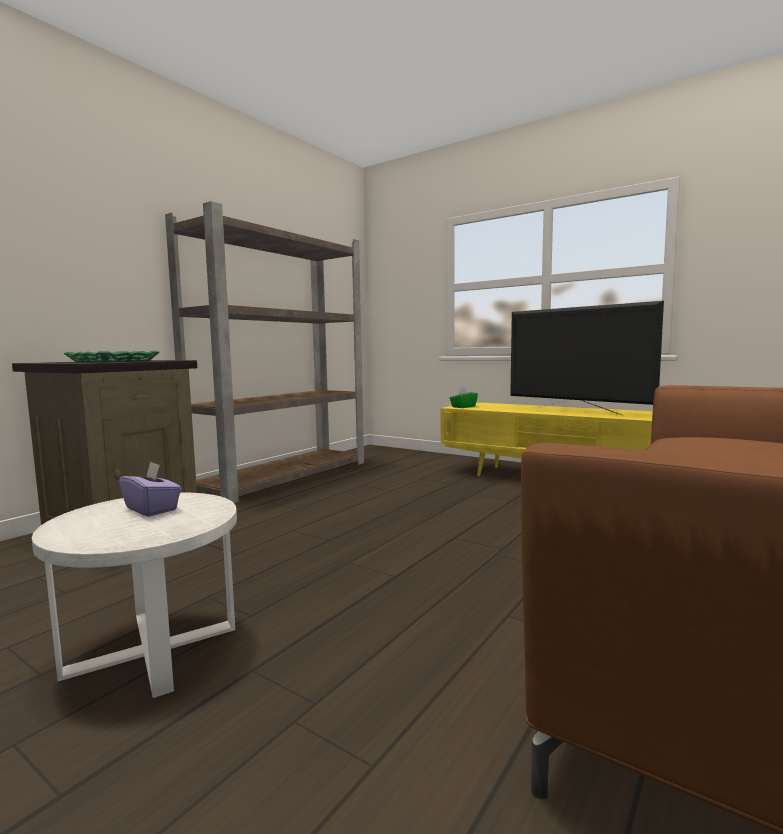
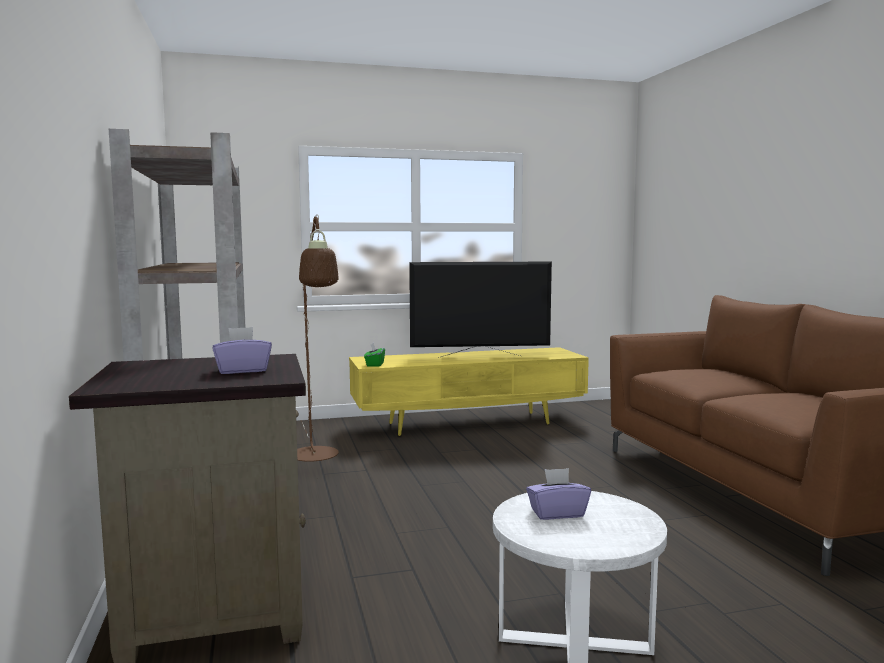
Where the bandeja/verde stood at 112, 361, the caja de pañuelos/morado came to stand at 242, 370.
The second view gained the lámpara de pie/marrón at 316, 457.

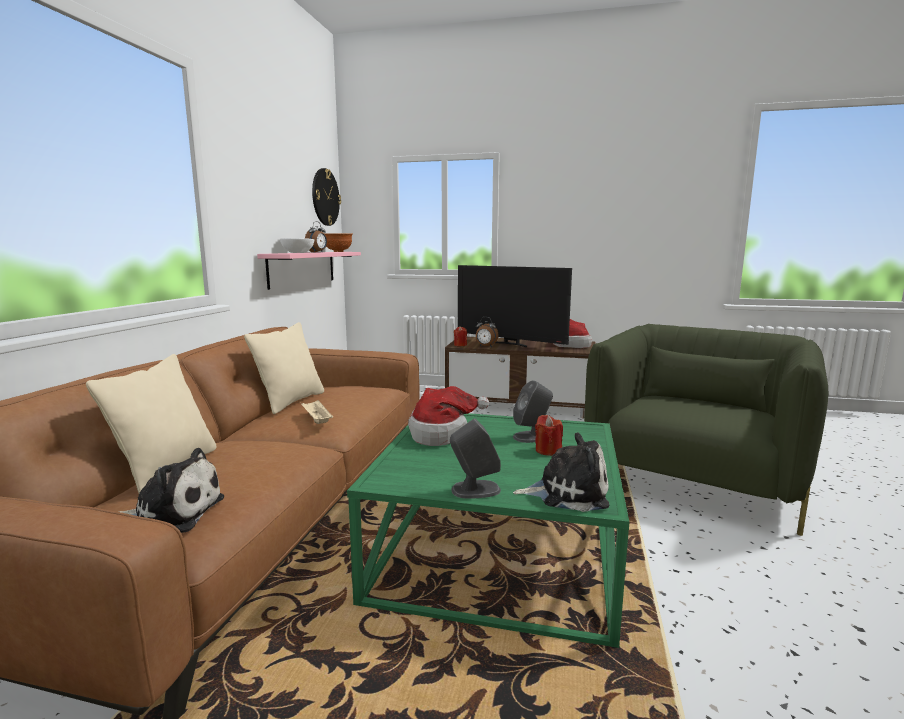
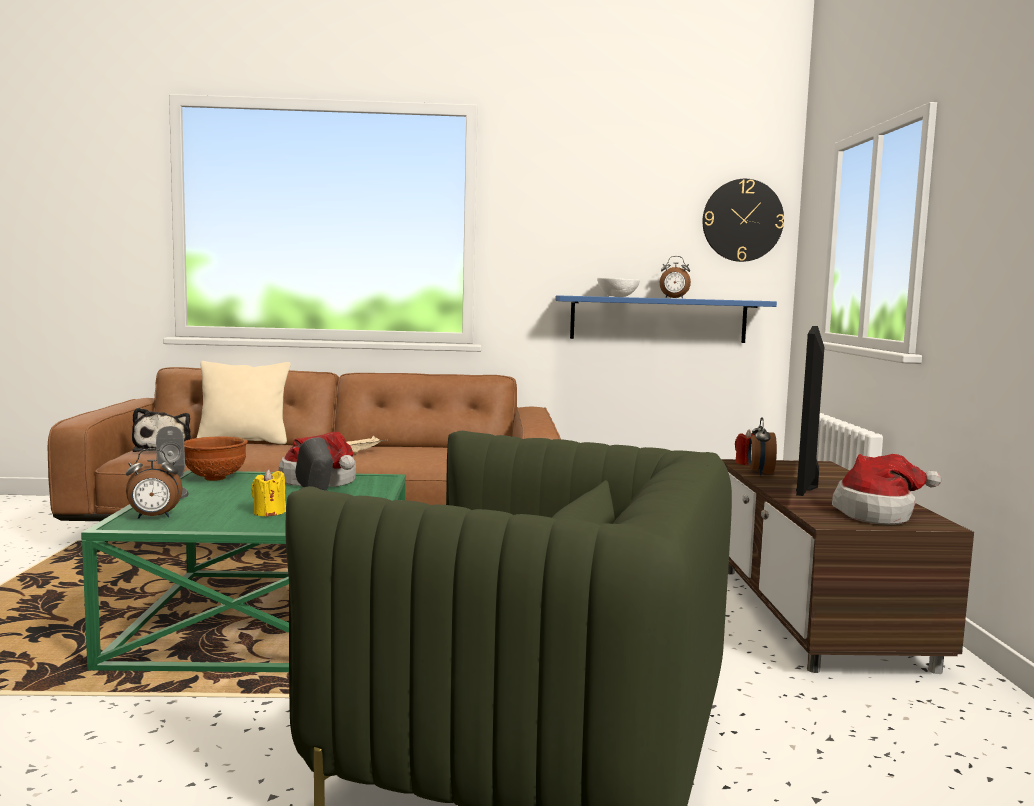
The cuenco/marrón ended up elsewhere, having gone from 338, 251 to 214, 478.
What was the estante/rosa at 302, 268 turned into the estante/azul at 658, 319.
The second view lost the cojín/beis at 290, 401.
What was the vela/rojo at 548, 450 turned into the vela/amarillo at 269, 513.
Where the peluche stood at 567, 492, the despertador came to stand at 153, 517.

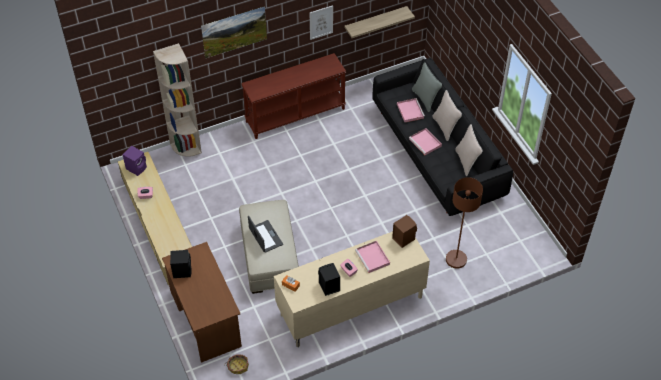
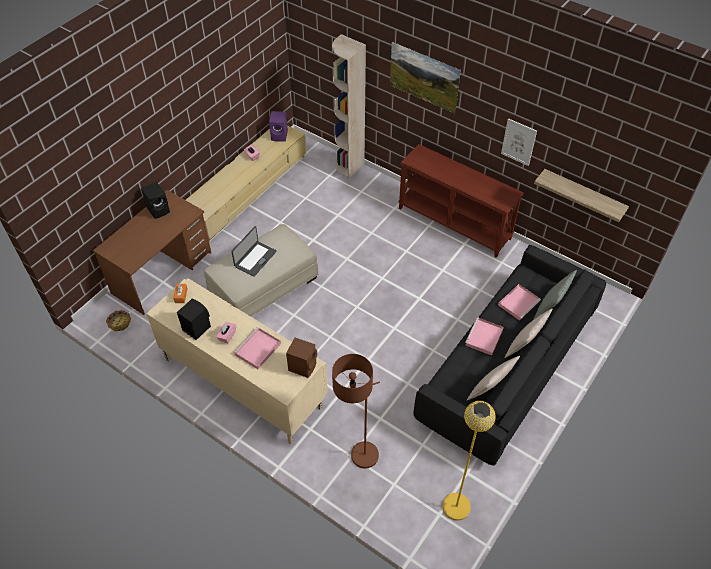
The second view gained the lámpara de pie/amarillo at 456, 507.

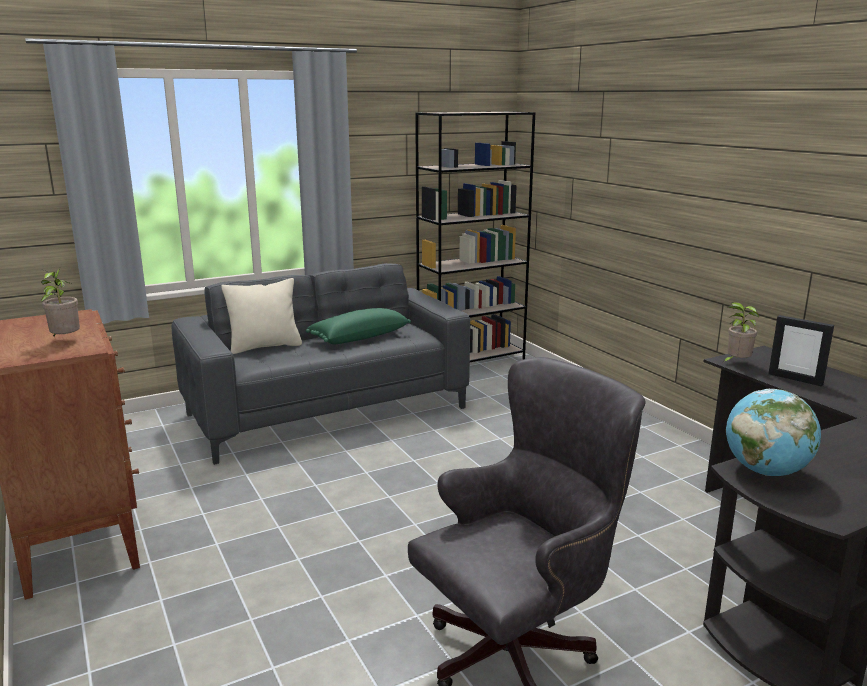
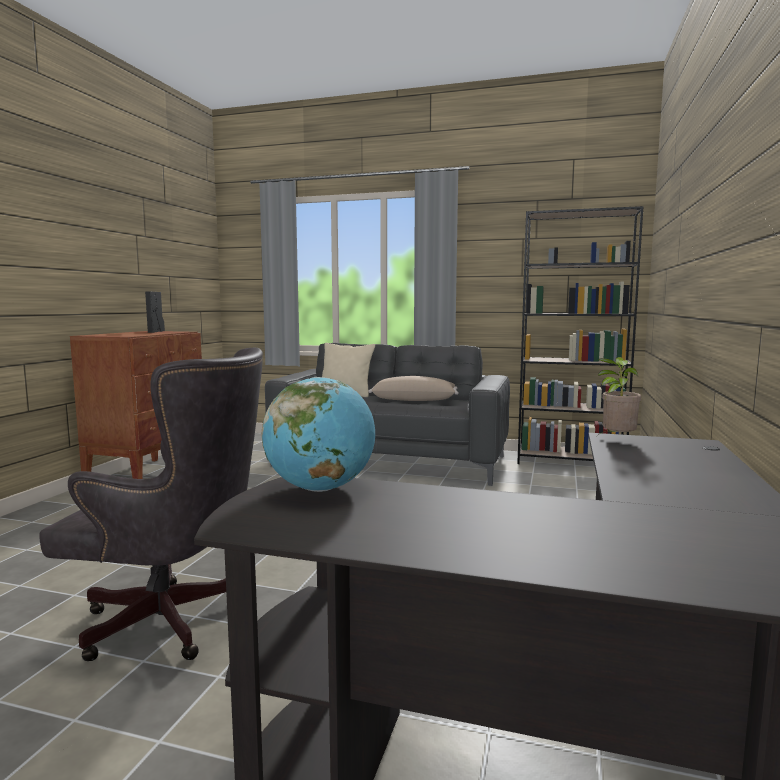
The second view lost the planta en maceta at 65, 340.
What was the cojín/verde at 358, 337 turned into the cojín/beis at 414, 400.
The portarretratos ended up elsewhere, having gone from 795, 379 to 156, 331.

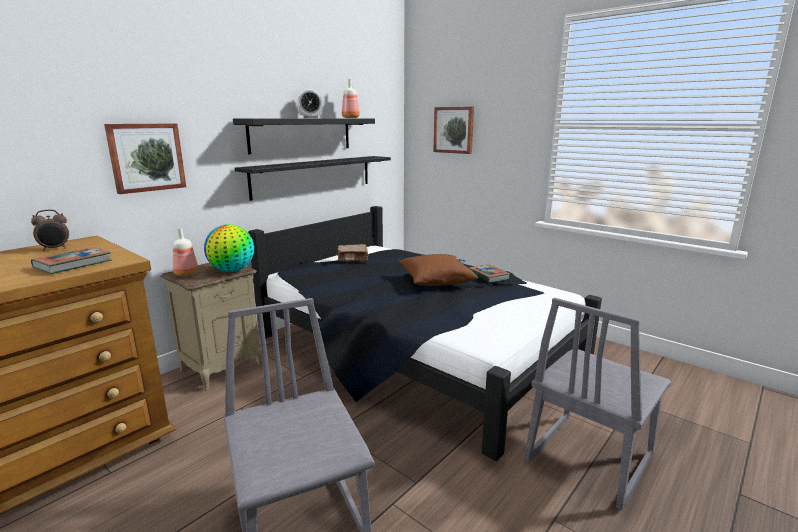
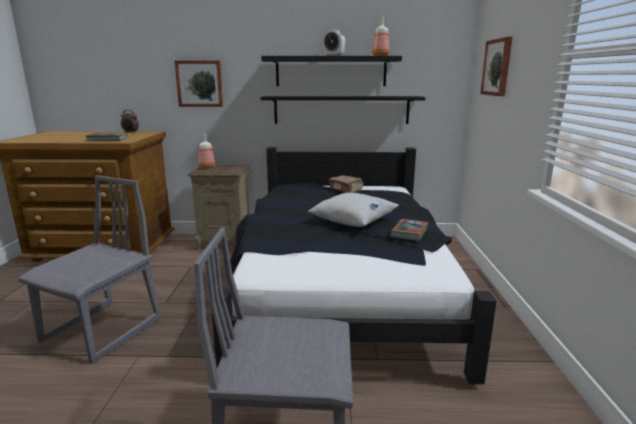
The second view lost the globo terráqueo at 232, 270.
What was the cojín/marrón at 436, 281 turned into the cojín/gris at 353, 221.

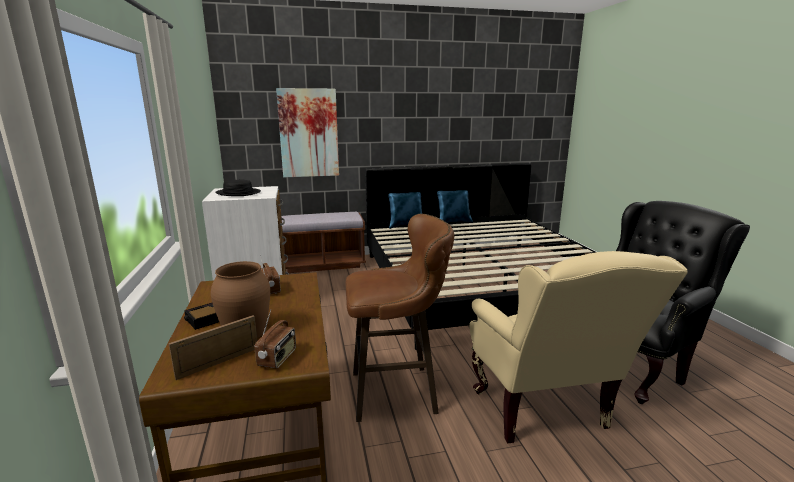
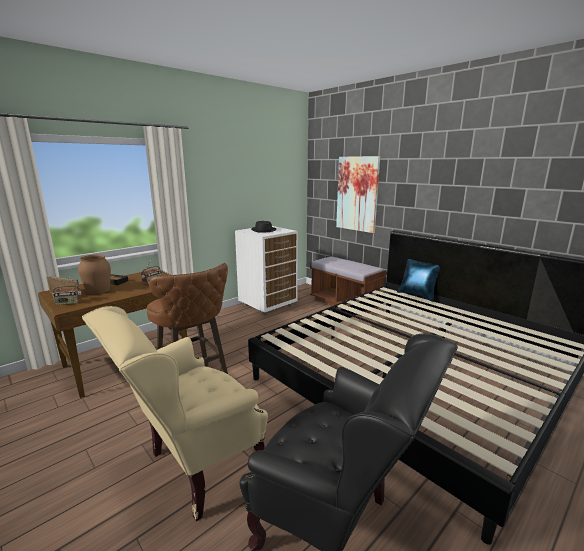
The second view lost the cojín/azul at 453, 223.

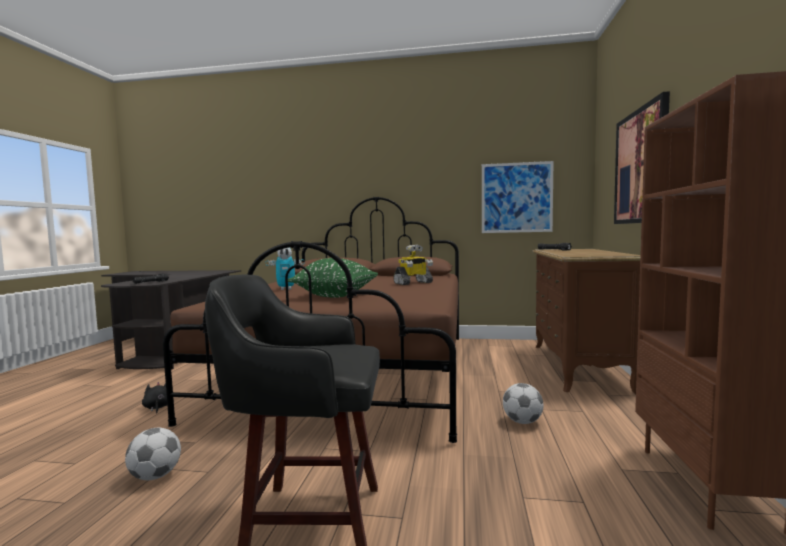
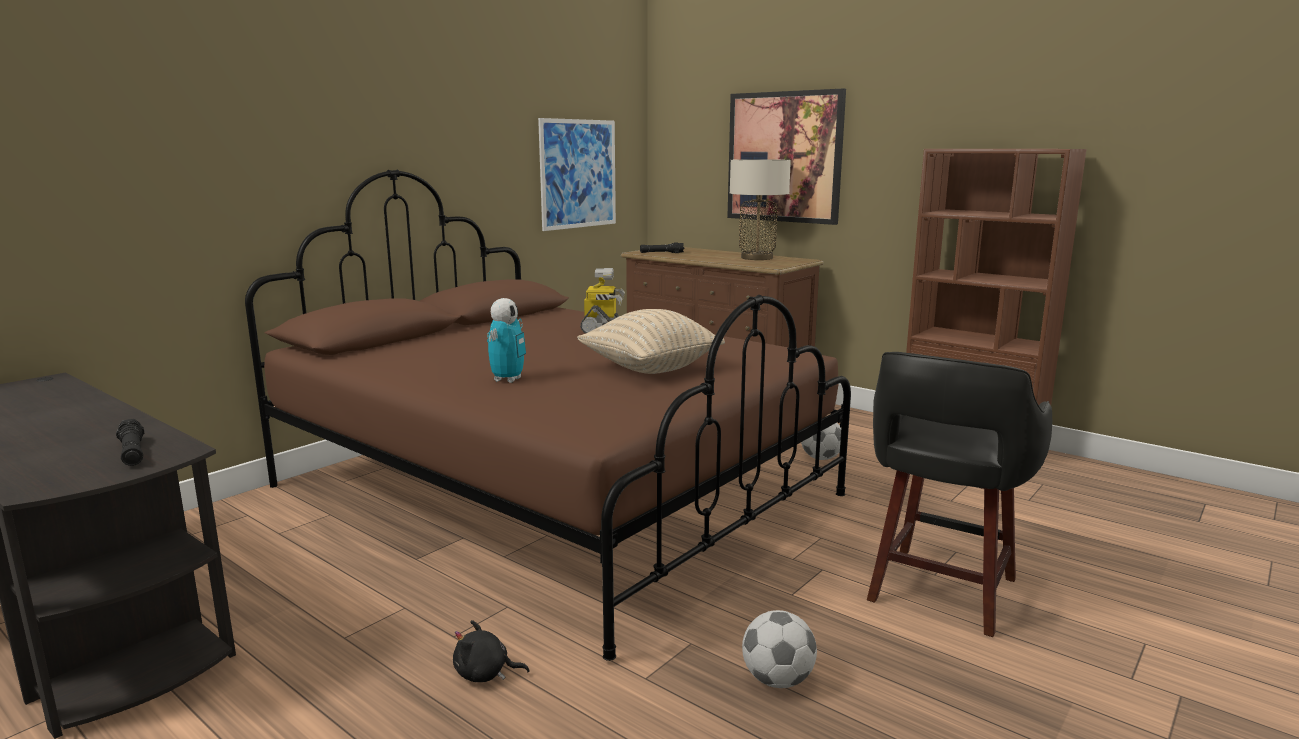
What was the cojín/verde at 335, 296 turned into the cojín/beis at 650, 369.
The second view gained the lámpara de mesa at 757, 258.

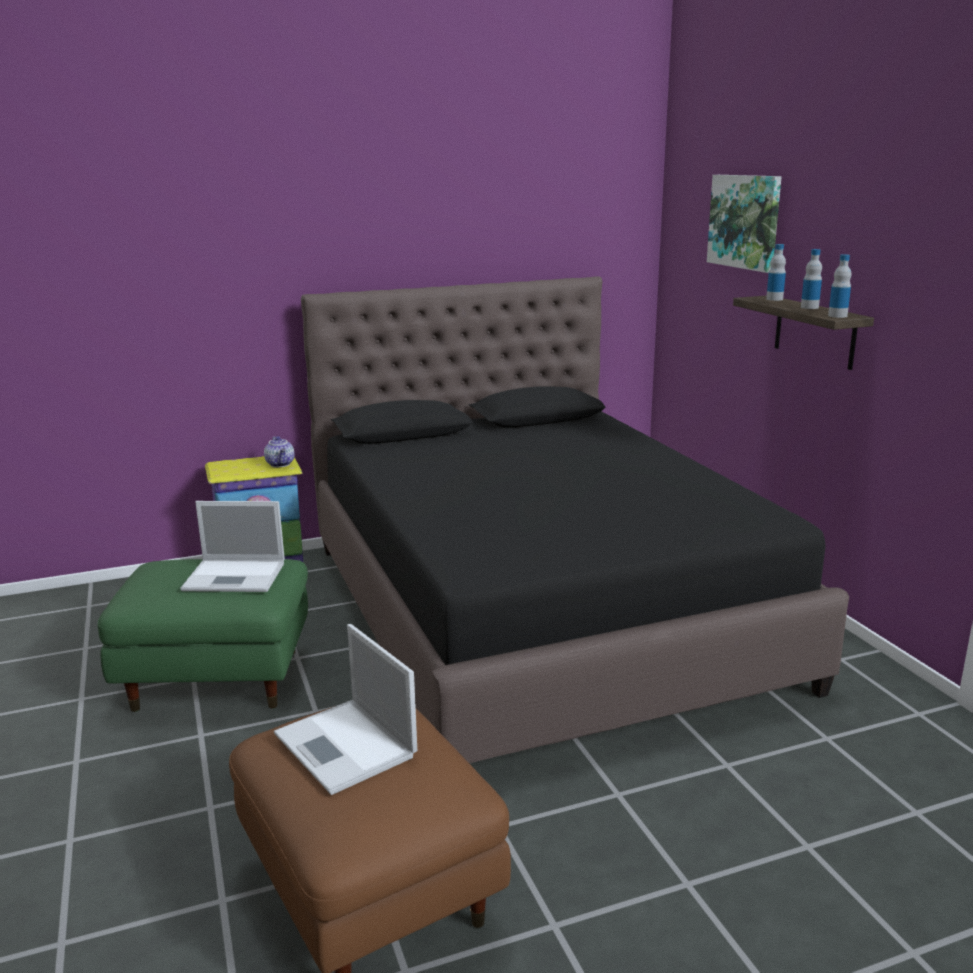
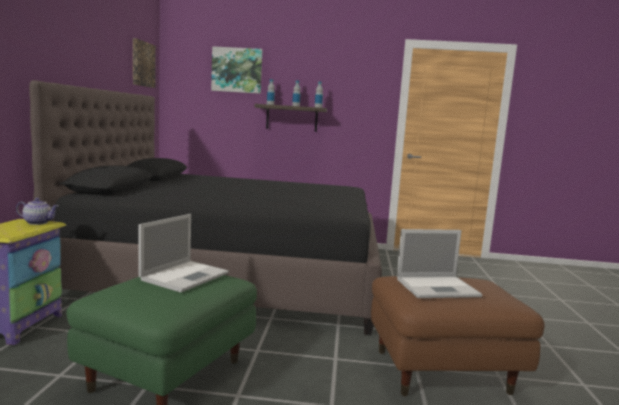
The second view gained the cuadro at 142, 64.

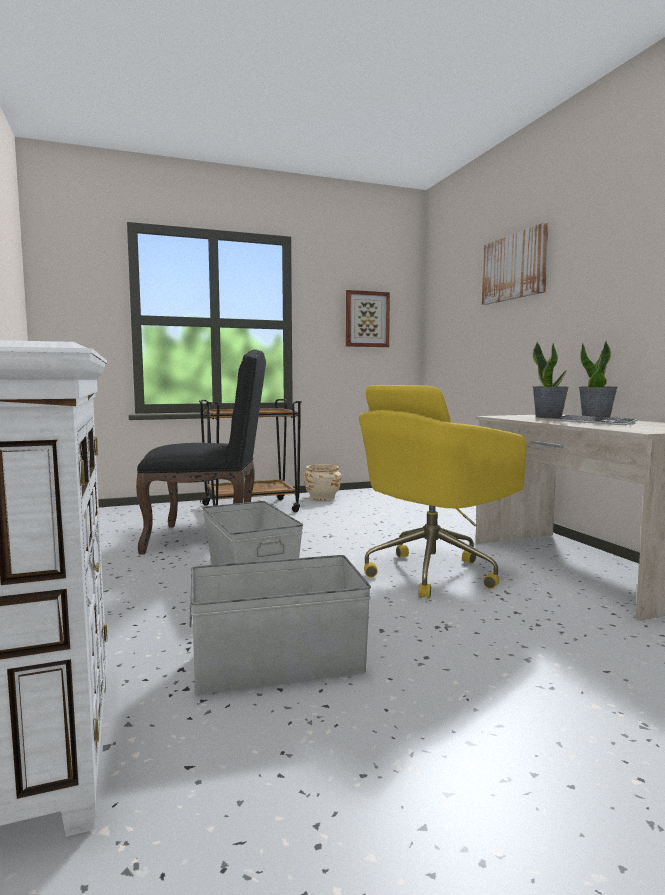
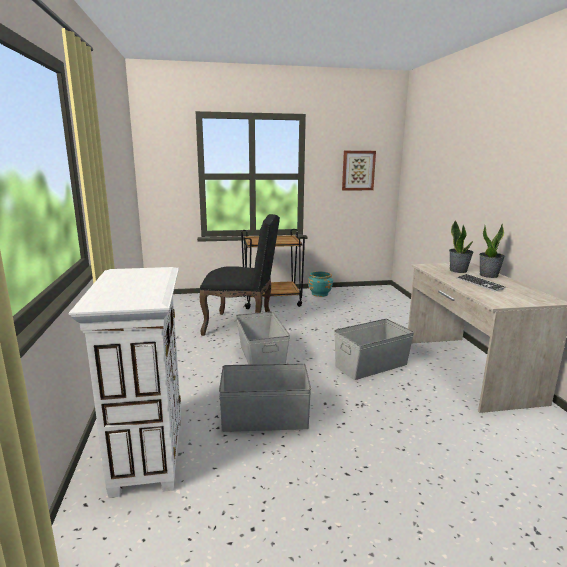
The second view lost the cuadro at 514, 267.
Where the silla de oficina/amarillo stood at 435, 573, the caja de almacenaje/gris came to stand at 370, 365.
What was the maceta/beis at 322, 497 turned into the maceta/turquesa at 319, 294.

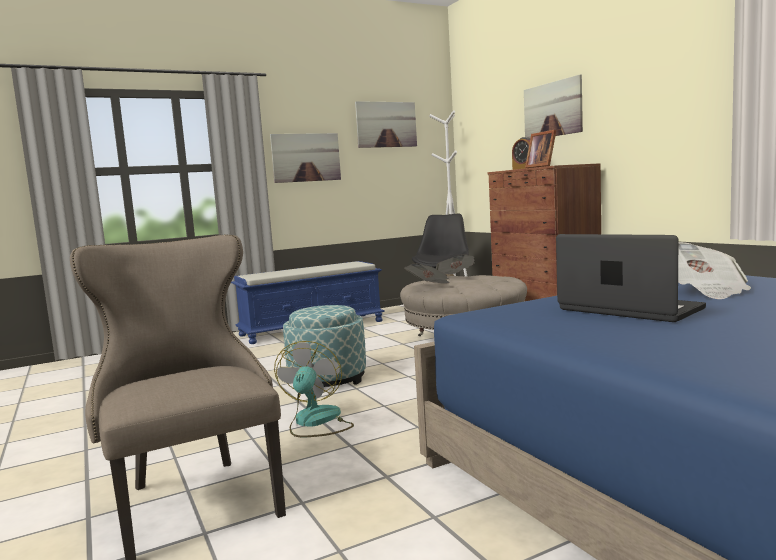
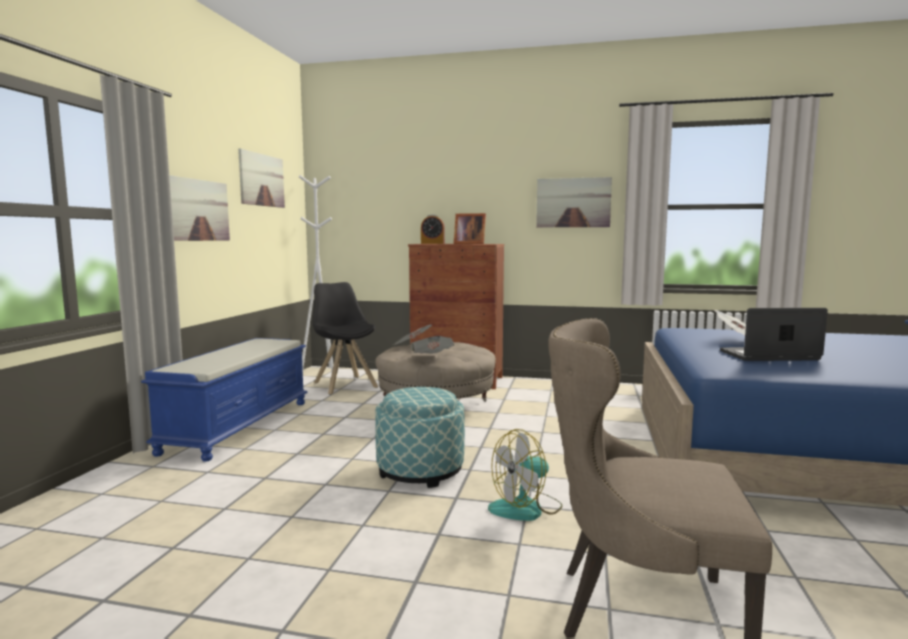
The cuadro ended up elsewhere, having gone from 552, 109 to 573, 202.
The ventilador at 315, 422 ended up facing another way, 75 degrees counterclockwise from before.

